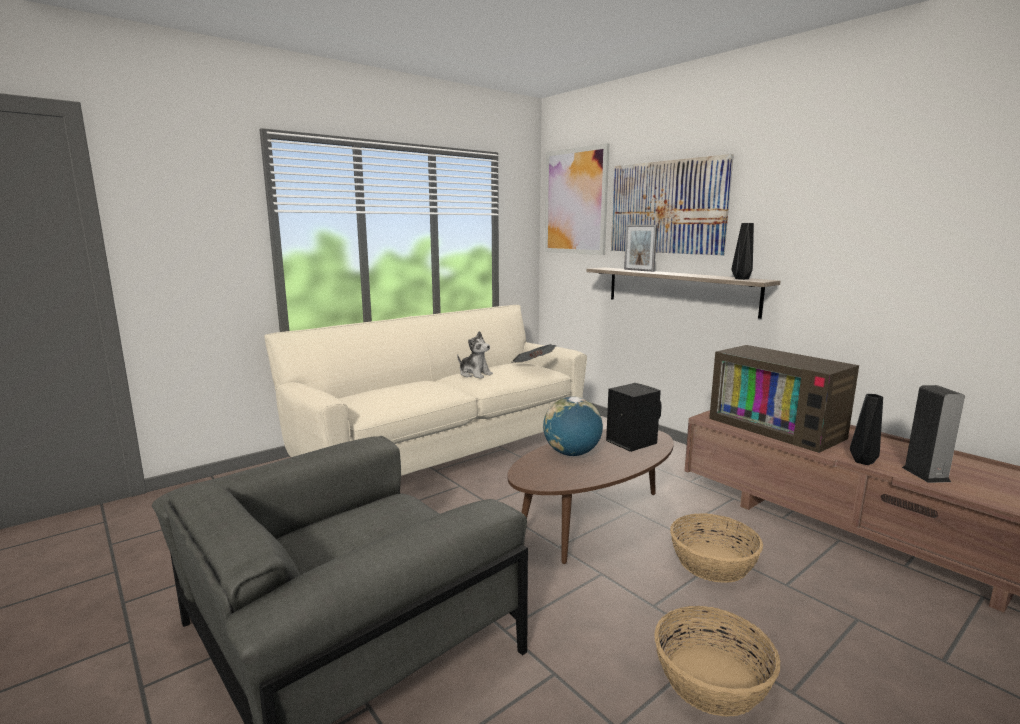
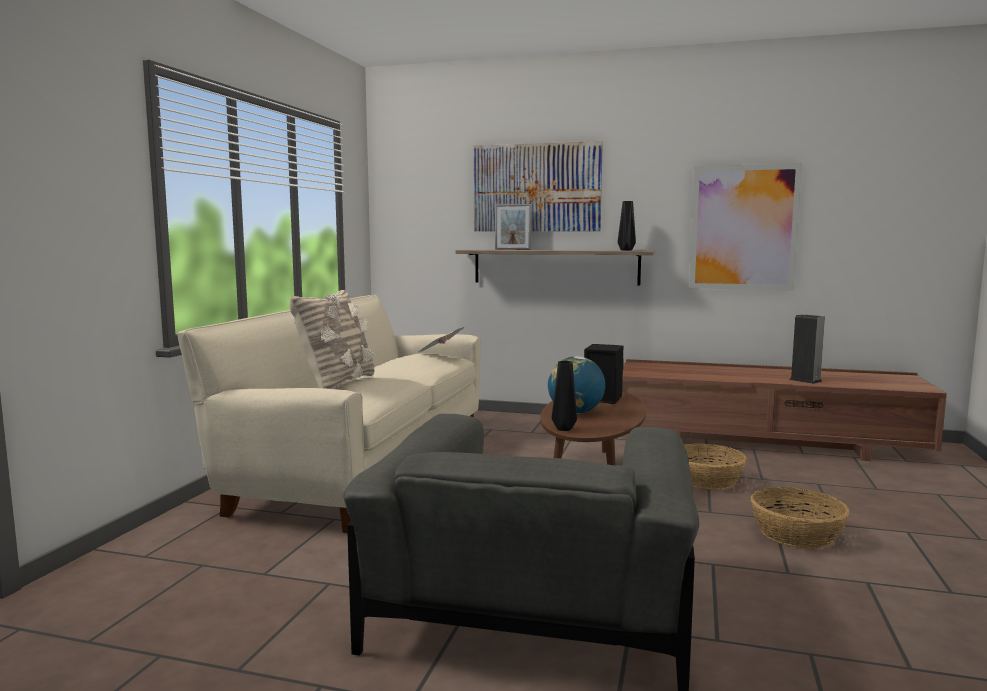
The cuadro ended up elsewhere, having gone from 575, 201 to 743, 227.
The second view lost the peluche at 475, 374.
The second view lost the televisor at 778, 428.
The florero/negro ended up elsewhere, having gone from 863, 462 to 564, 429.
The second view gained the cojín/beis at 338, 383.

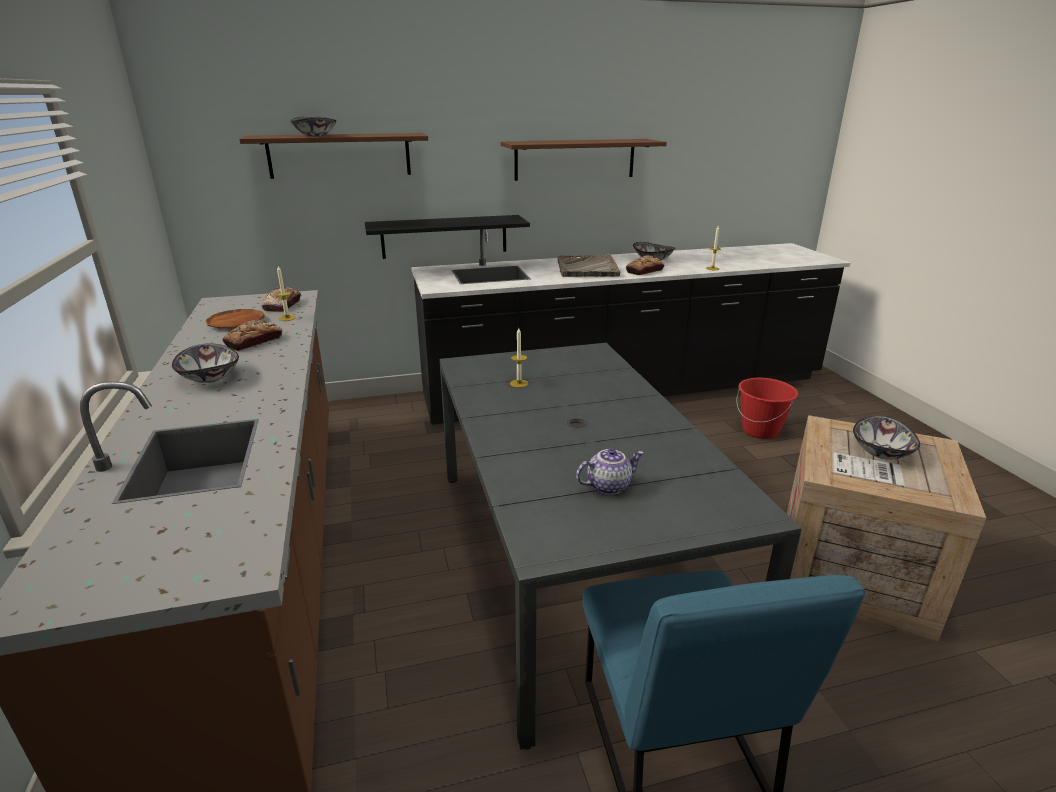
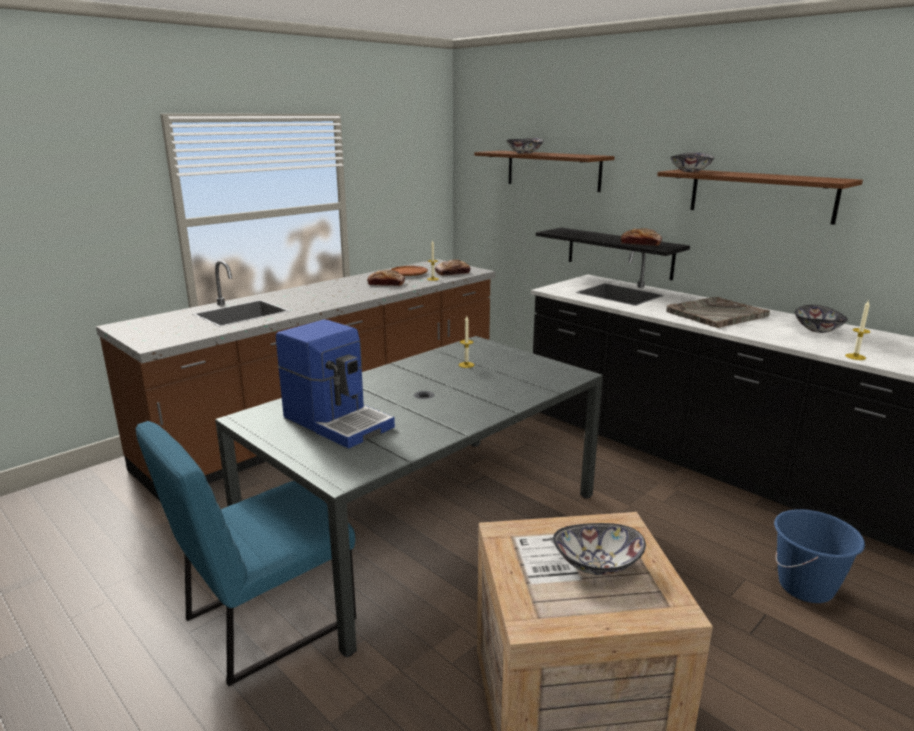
The pan ended up elsewhere, having gone from 644, 271 to 640, 243.
The cuenco ended up elsewhere, having gone from 211, 377 to 691, 171.
What was the cubo/rojo at 760, 430 turned into the cubo/azul at 806, 587.
Where the tetera stood at 608, 485, the cafetera came to stand at 338, 421.

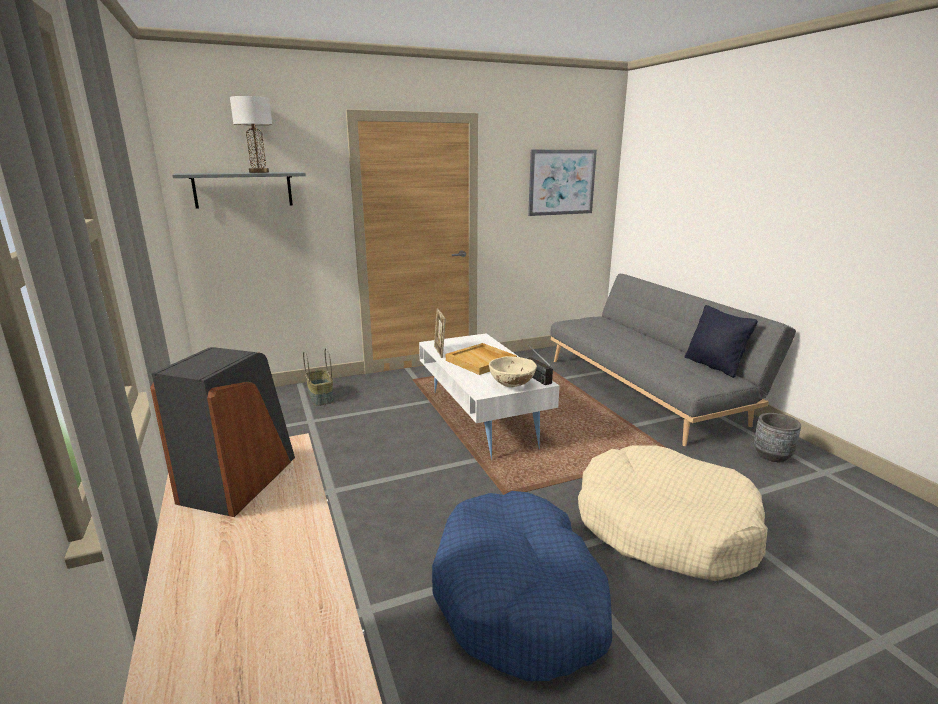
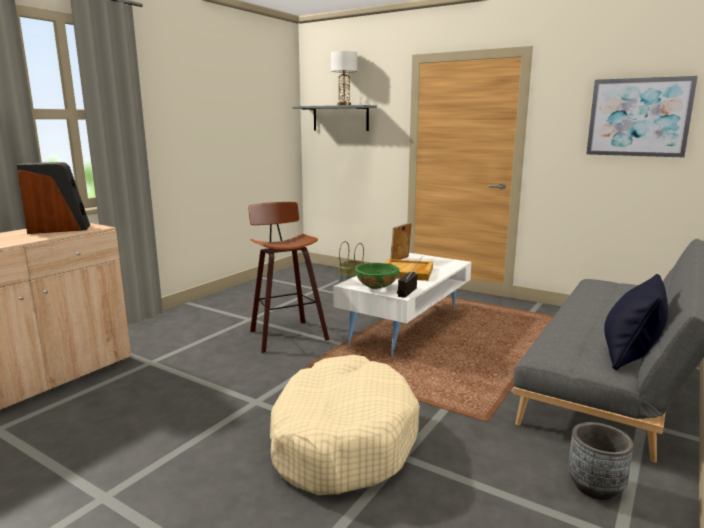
What was the cuenco/beis at 512, 385 turned into the cuenco/verde at 377, 288.
The second view lost the cama para perro/azul at 520, 598.
The second view gained the taburete at 285, 335.

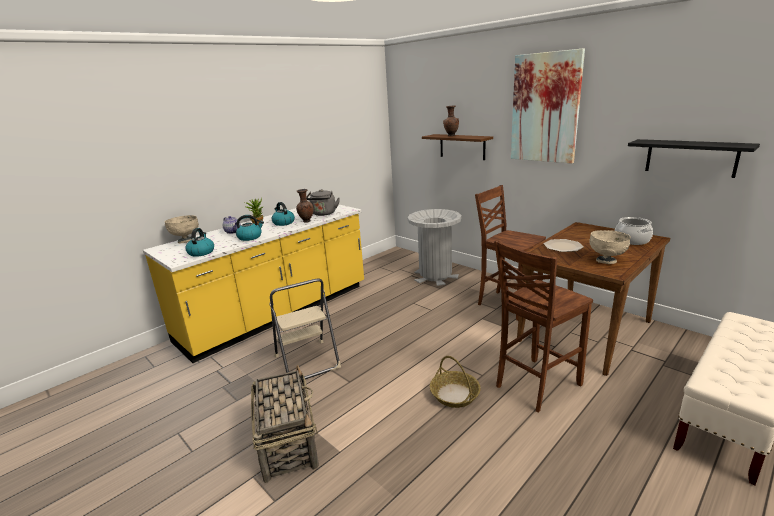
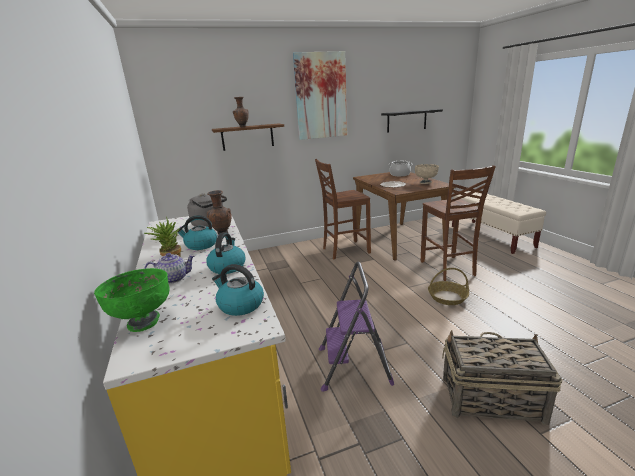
The second view lost the papelera/gris at 435, 276.
What was the cuenco/beis at 186, 241 turned into the cuenco/verde at 143, 322.
What was the escalera de tijera/beis at 307, 363 turned into the escalera de tijera/morado at 357, 365.

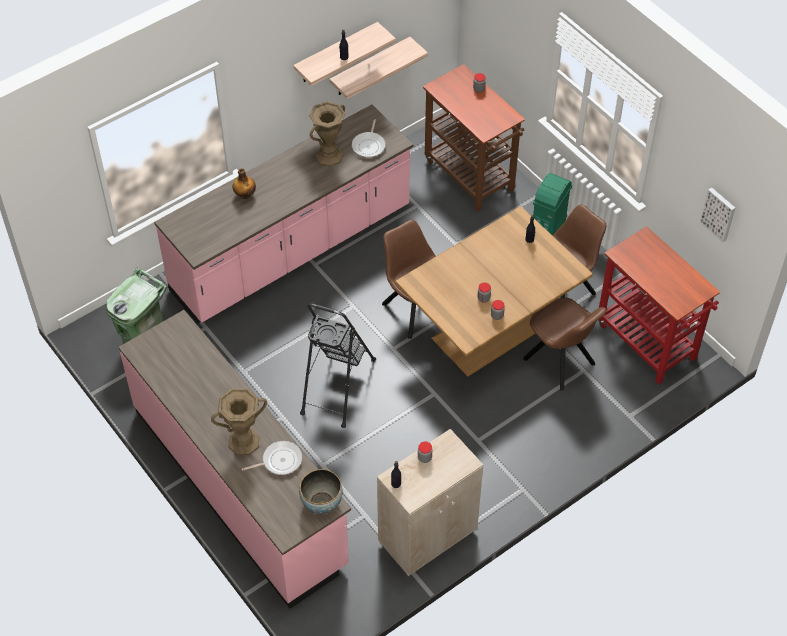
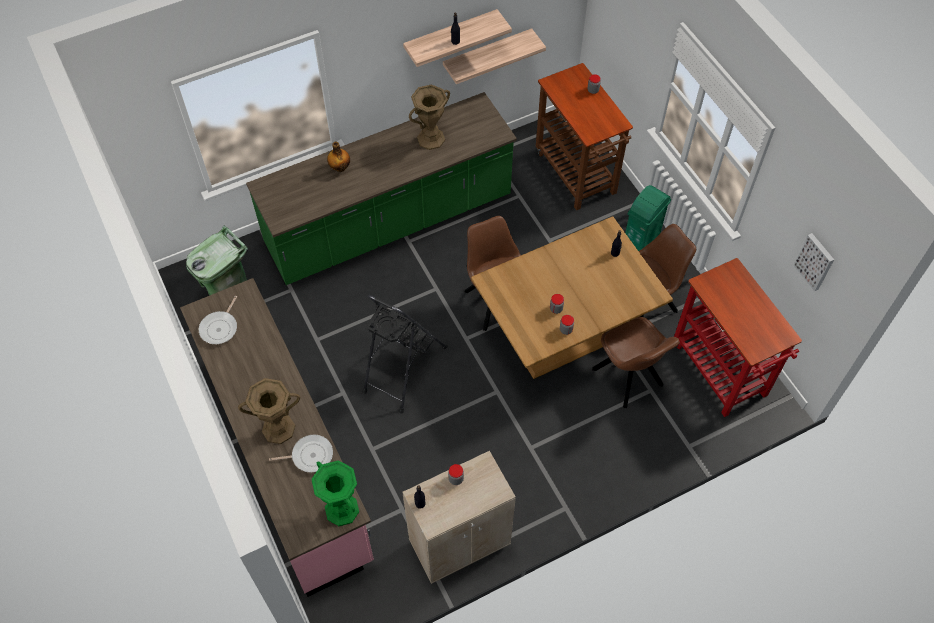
What was the mueble bajo de cocina/rosa at 292, 251 turned into the mueble bajo de cocina/verde at 390, 224.
The sartén ended up elsewhere, having gone from 369, 145 to 220, 327.
Where the cuenco stood at 321, 503, the florero/verde came to stand at 341, 509.

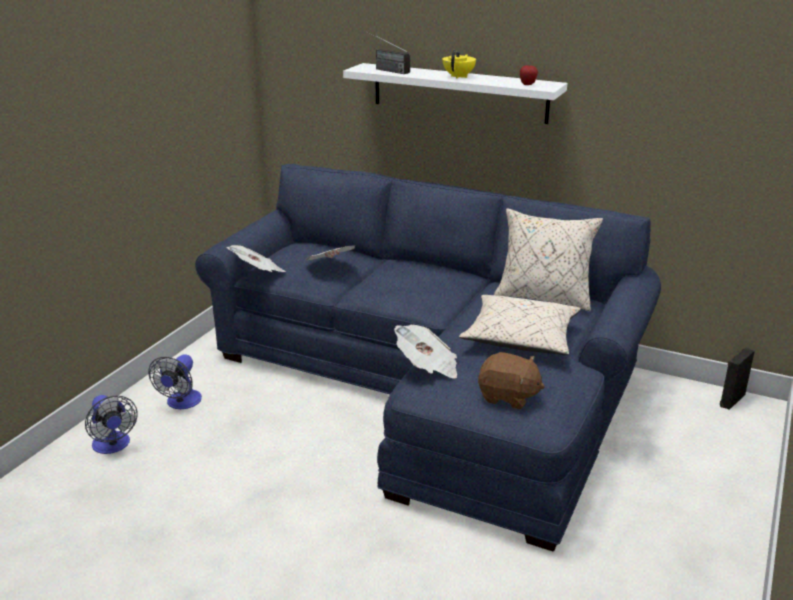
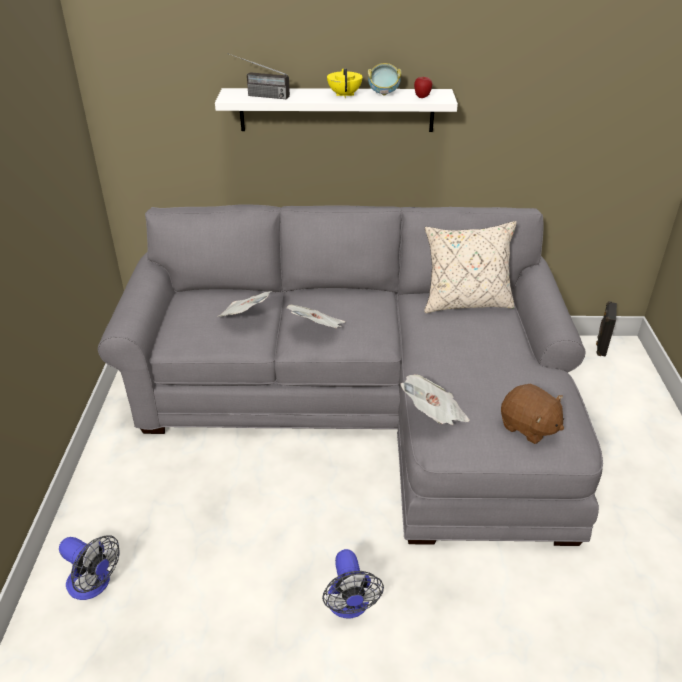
What was the sofá/azul at 436, 386 turned into the sofá/gris at 369, 403.
The periódico ended up elsewhere, having gone from 257, 272 to 318, 329.
The second view lost the cojín/beis at 520, 338.
The peluche/marrón at 508, 397 ended up facing another way, 45 degrees clockwise from before.
The ventilador ended up elsewhere, having gone from 181, 403 to 349, 606.
The second view gained the cuenco at 383, 94.

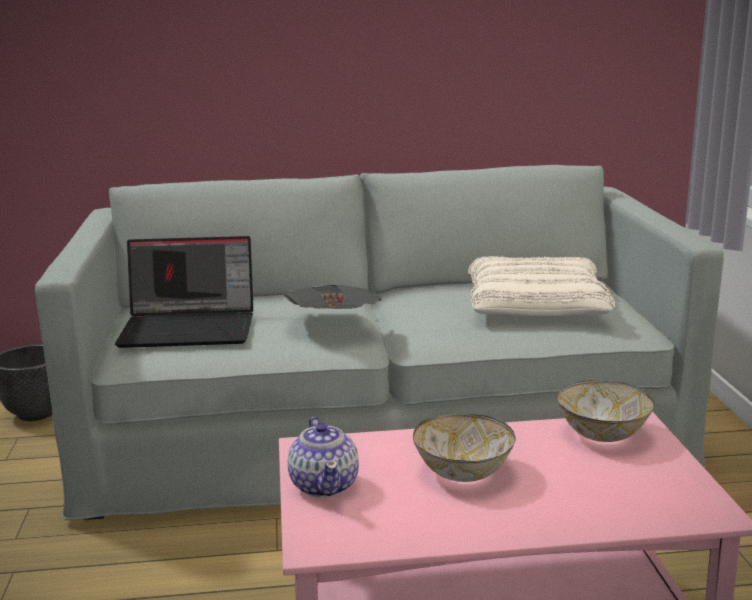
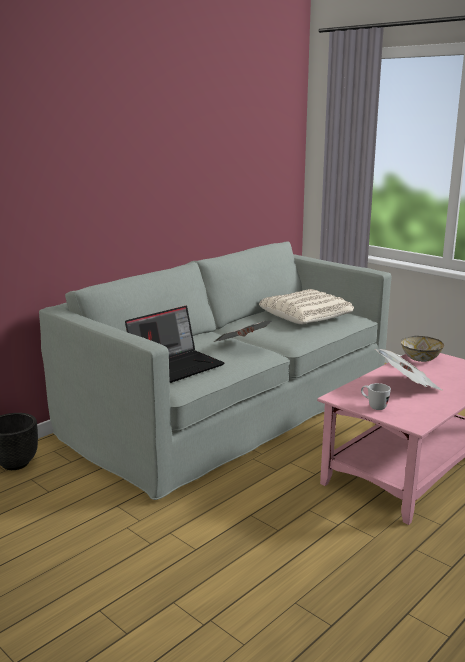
Where the cuenco stood at 464, 472, the periódico came to stand at 407, 386.
Where the tetera stood at 325, 485, the taza grande/blanco came to stand at 373, 406.

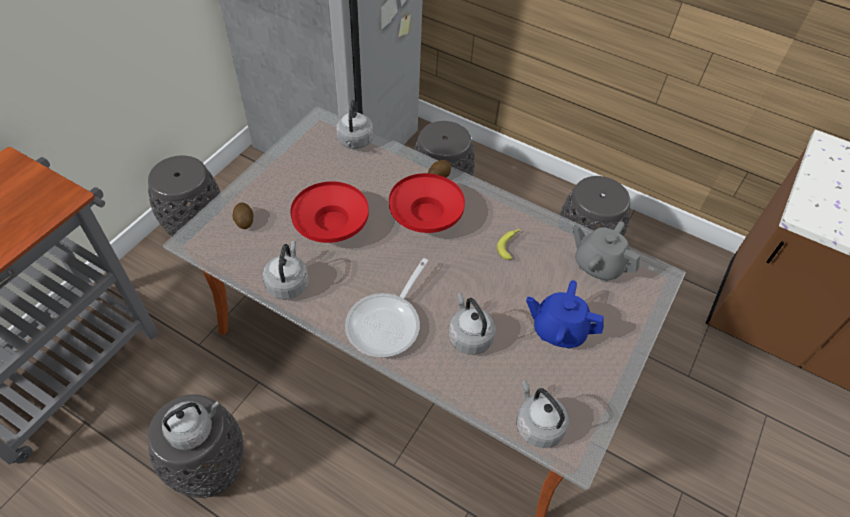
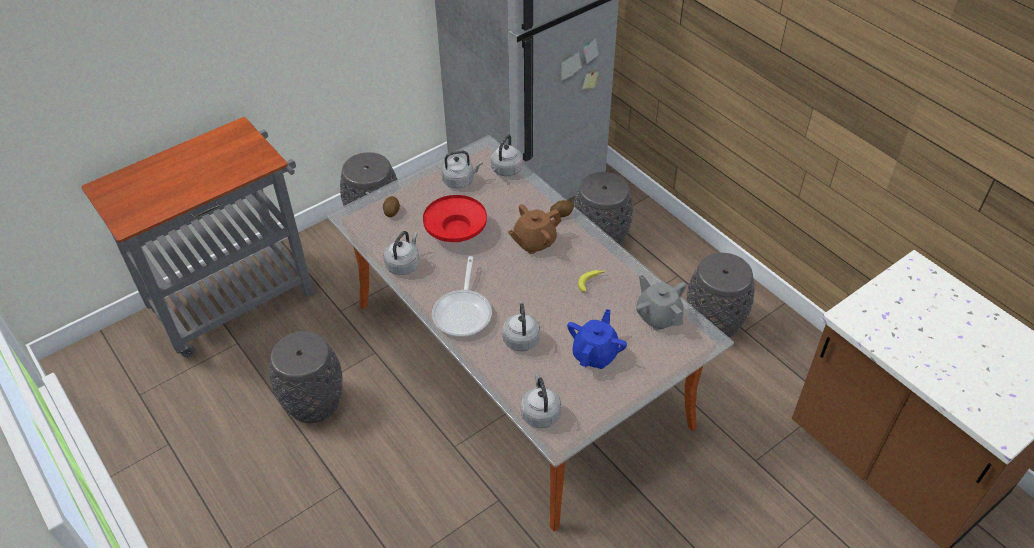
Where the cuenco/rojo stood at 426, 216, the tetera/marrón came to stand at 534, 242.
The sartén at 387, 323 ended up facing another way, 45 degrees counterclockwise from before.
The tetera/azul at 558, 330 ended up facing another way, 75 degrees clockwise from before.
The hervidor/gris ended up elsewhere, having gone from 193, 430 to 460, 180.

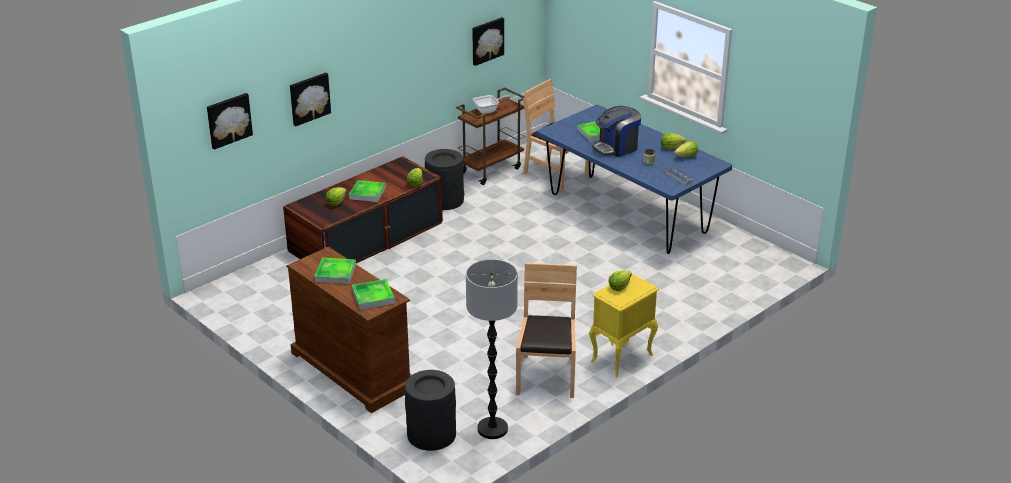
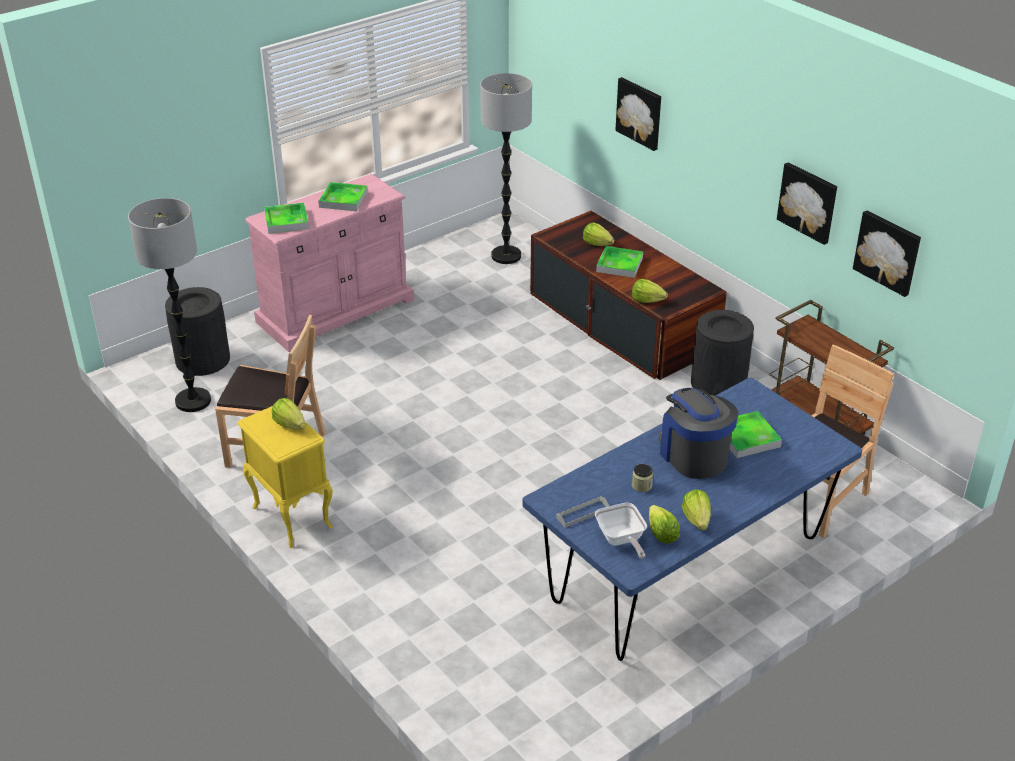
The cuadro ended up elsewhere, having gone from 228, 120 to 808, 202.
The sartén ended up elsewhere, having gone from 488, 110 to 621, 540.
What was the cómoda/marrón at 351, 370 turned into the cómoda/rosa at 336, 310.
The second view gained the lámpara de pie at 506, 256.

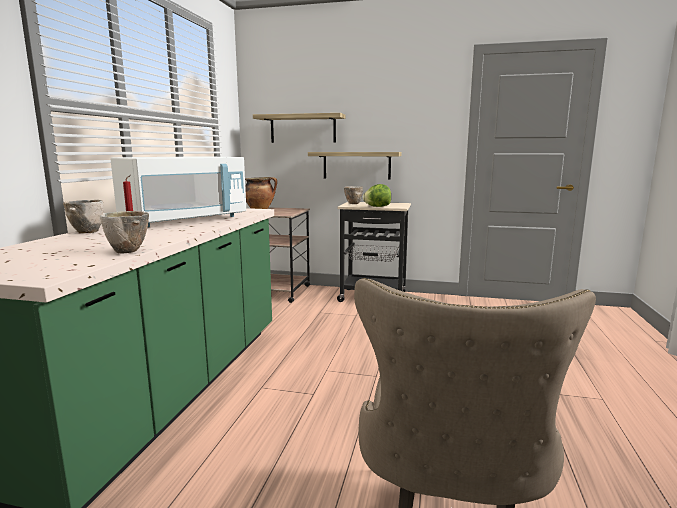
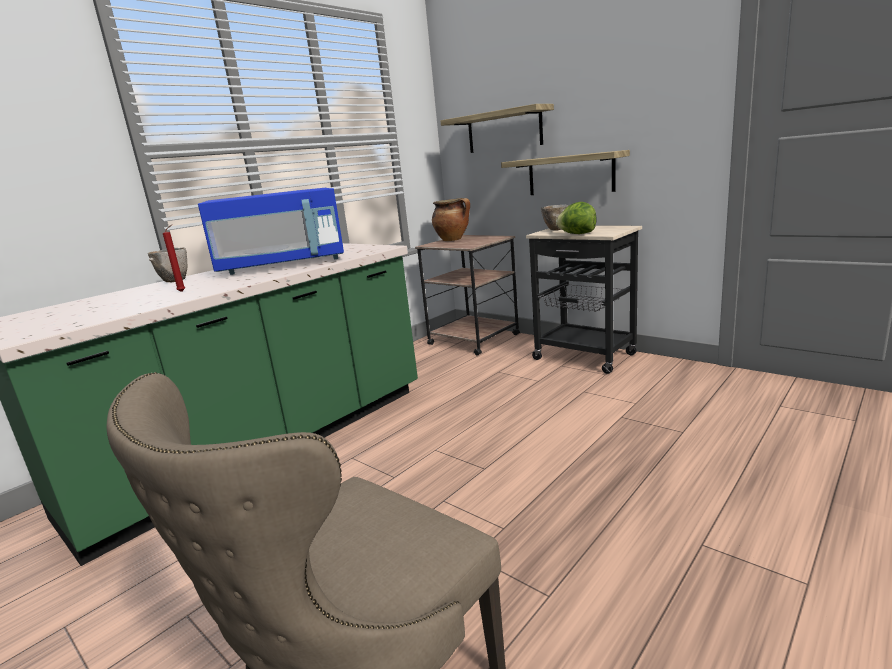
What was the microondas/blanco at 185, 220 turned into the microondas/azul at 282, 264.
The second view lost the cuenco at 128, 252.

